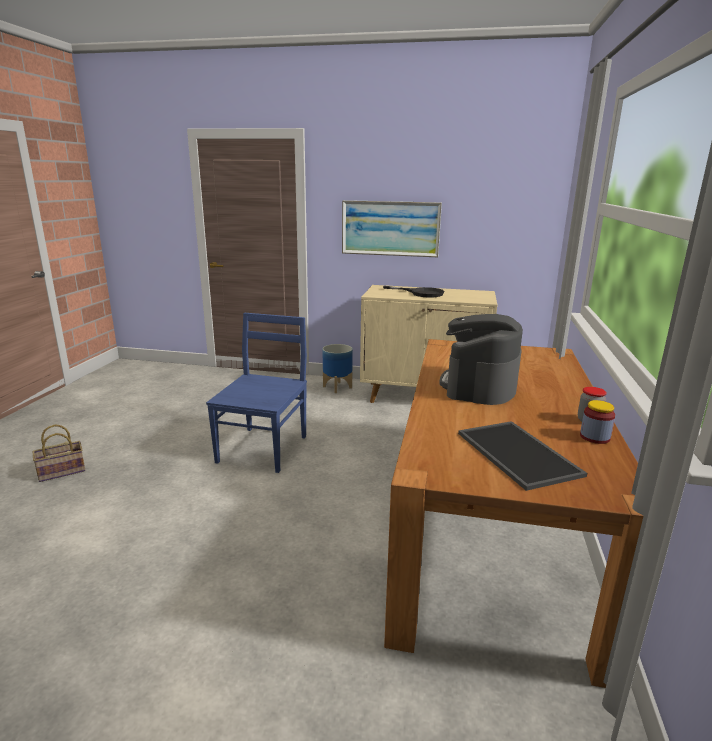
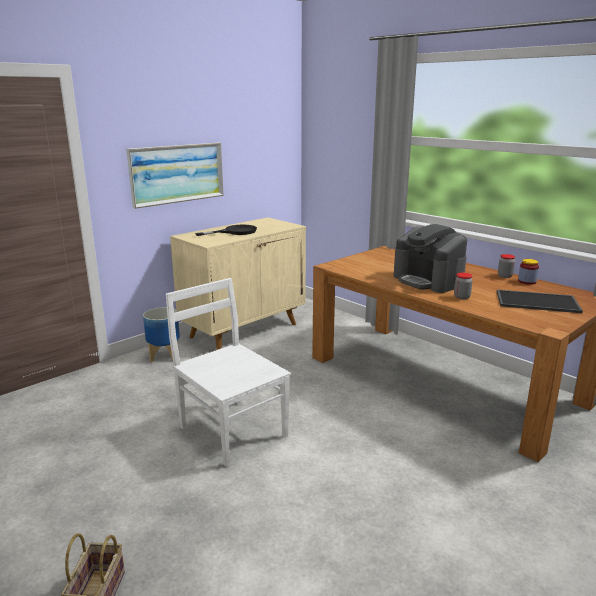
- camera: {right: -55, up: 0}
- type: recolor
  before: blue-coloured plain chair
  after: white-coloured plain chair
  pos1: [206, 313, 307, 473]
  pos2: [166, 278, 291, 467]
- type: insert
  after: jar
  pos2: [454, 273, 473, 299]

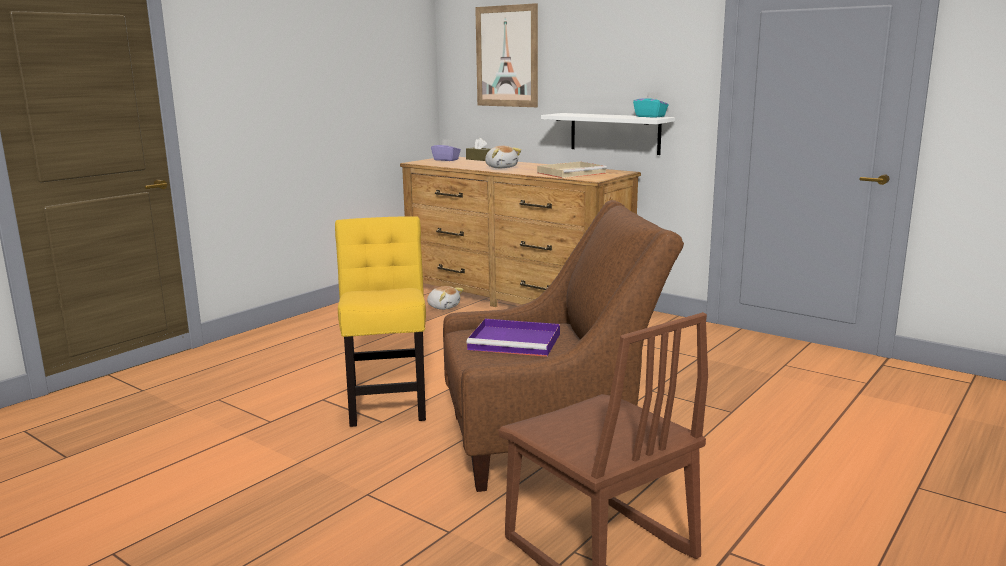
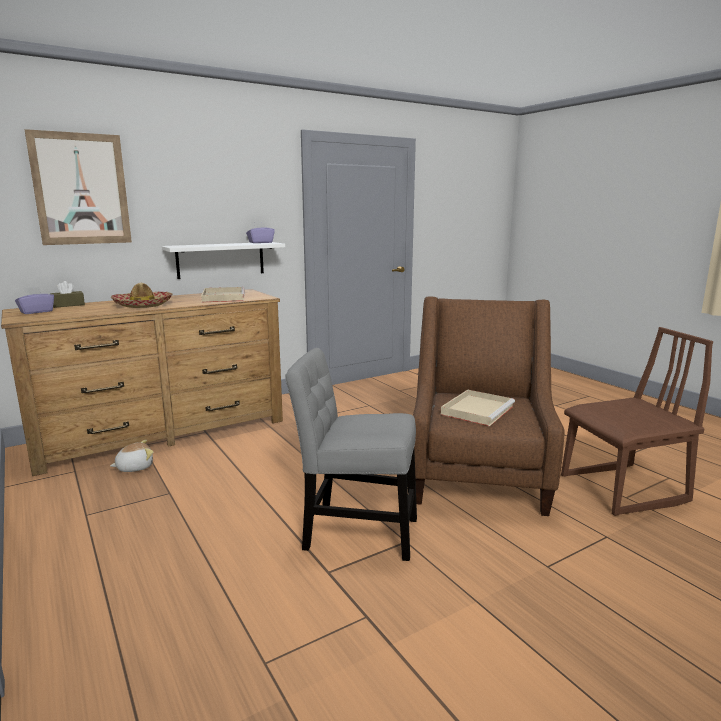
- camera: {right: -70, up: 0}
- type: replace
  before: soft toy
  after: wearable hat
  pos1: [485, 146, 521, 168]
  pos2: [111, 283, 173, 308]
- type: recolor
  before: turquoise-coloured box of tissues
  after: purplish box of tissues
  pos1: [633, 92, 669, 118]
  pos2: [246, 223, 275, 243]
- type: recolor
  before: yellow-coloured plain chair
  after: greyish plain chair
  pos1: [335, 216, 426, 427]
  pos2: [285, 348, 417, 561]
- type: recolor
  before: purplish serving tray
  after: beige-coloured serving tray
  pos1: [467, 319, 560, 357]
  pos2: [441, 390, 515, 426]

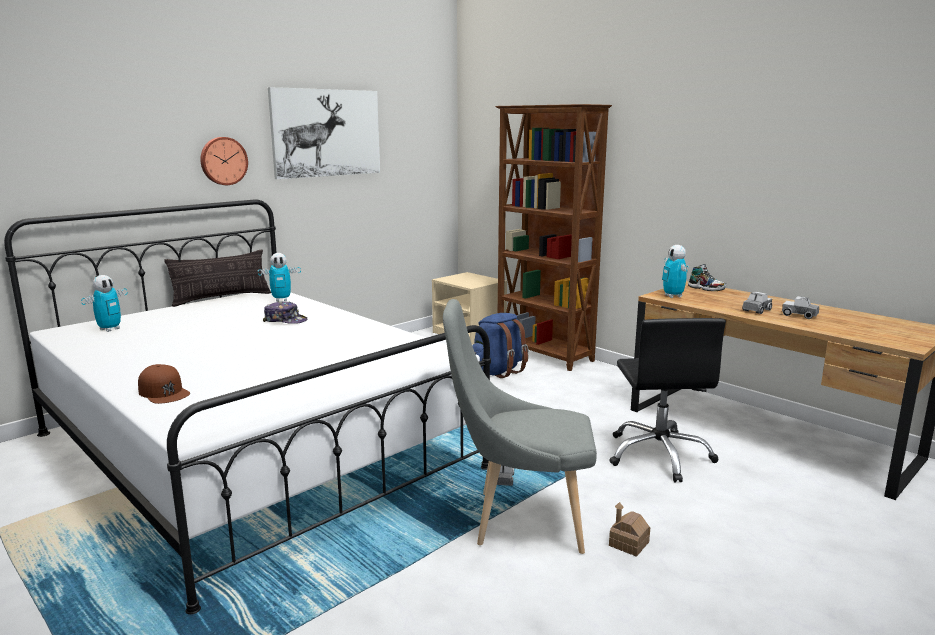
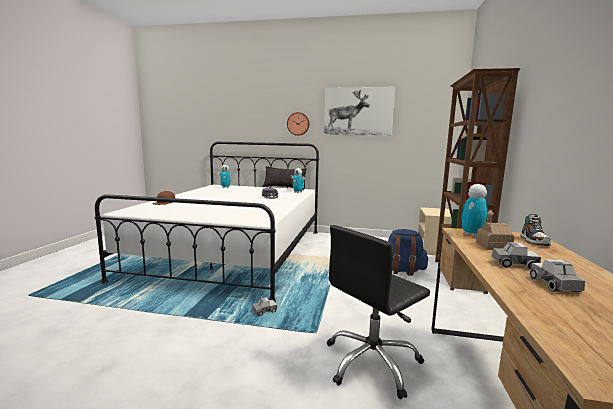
- camera: {right: 55, up: -5}
- type: move
  before: model house
  pos1: [609, 502, 650, 557]
  pos2: [476, 209, 515, 250]
- type: delete
  before: greyish plain chair
  pos1: [443, 299, 597, 554]

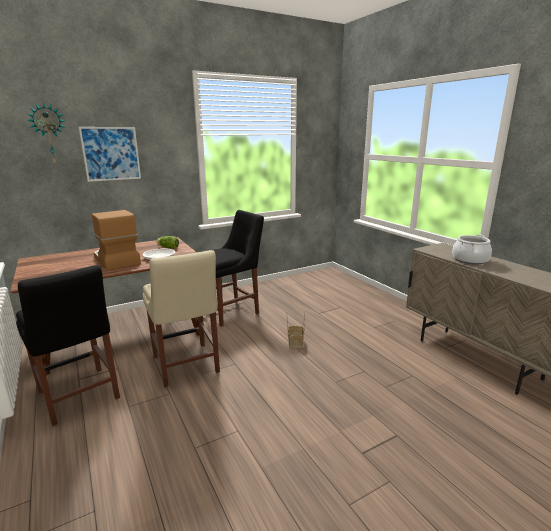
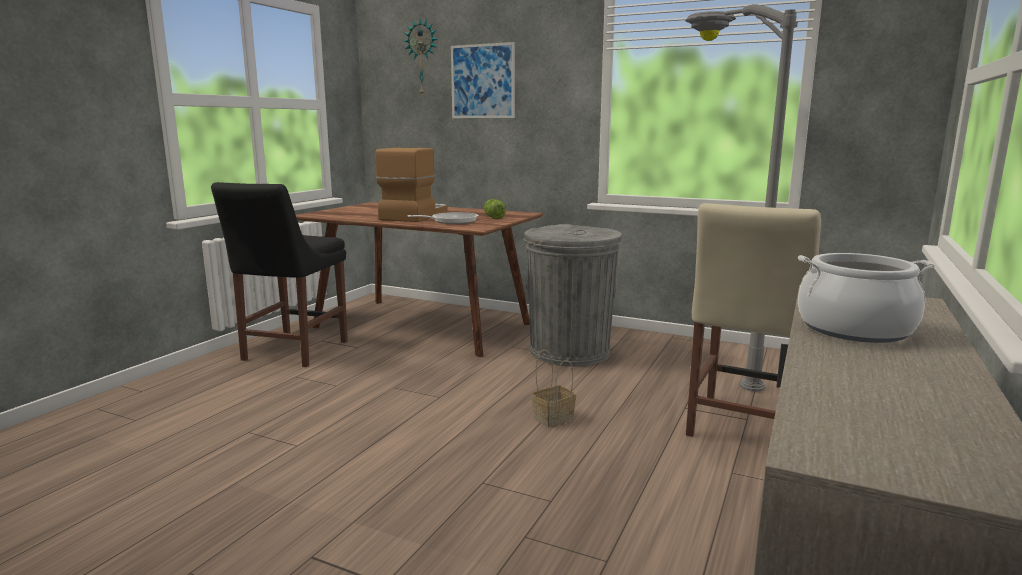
- camera: {right: 55, up: -5}
- type: replace
  before: blackish plain chair
  after: greyish waste bin
  pos1: [201, 210, 264, 327]
  pos2: [524, 224, 622, 367]
- type: insert
  after: greyish floor lamp
  pos2: [685, 4, 798, 392]
- type: move
  before: beige-coloured plain chair
  pos1: [142, 250, 220, 387]
  pos2: [686, 203, 821, 437]

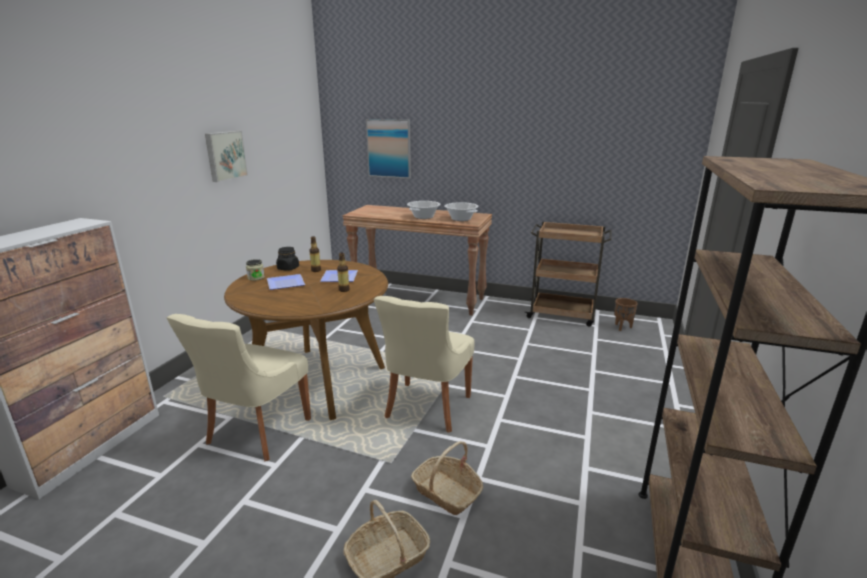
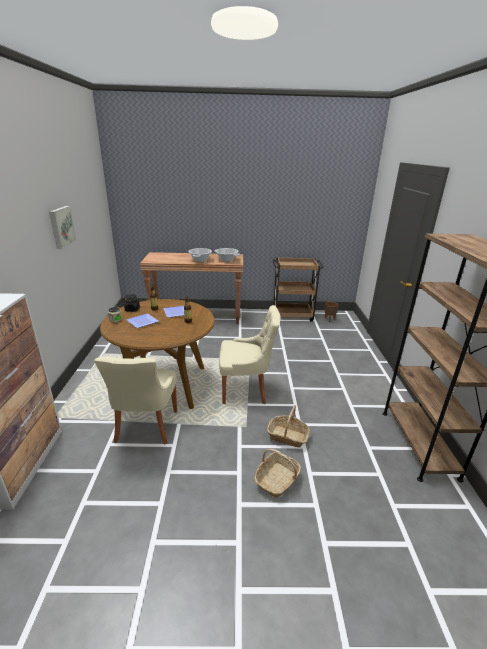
- camera: {right: -20, up: 5}
- type: rotate
  before: beige-coloured plain chair
  pos1: [374, 296, 475, 433]
  pos2: [219, 305, 281, 404]
  turn: -90
- type: delete
  before: wall art
  pos1: [366, 119, 411, 179]

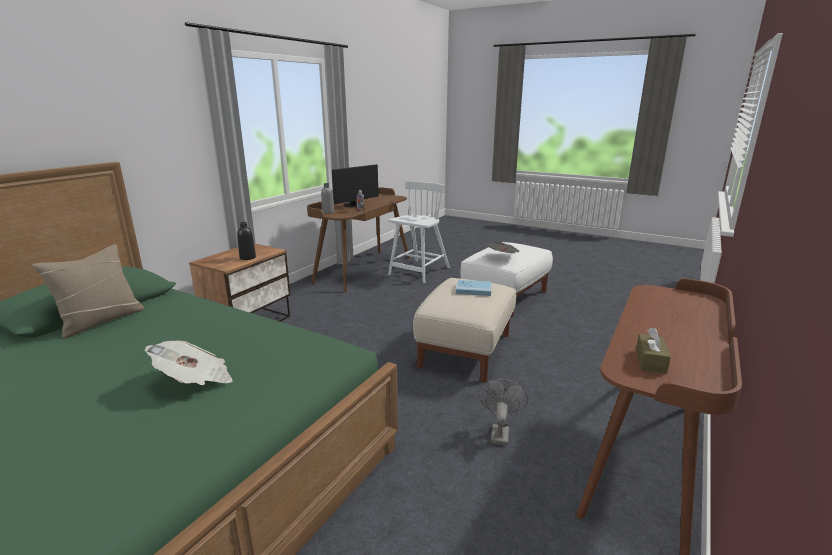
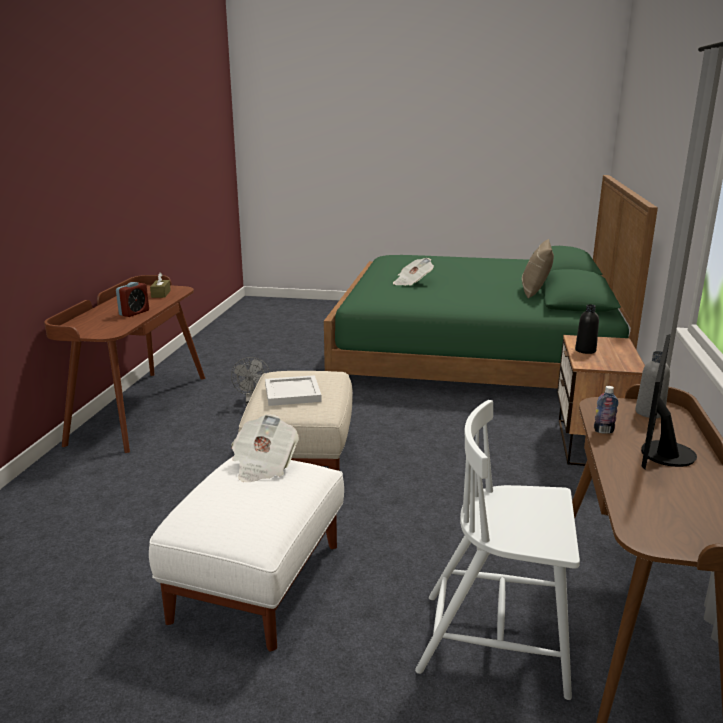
- camera: {right: 160, up: 0}
- type: insert
  after: bedside clock
  pos2: [116, 282, 149, 317]
- type: replace
  before: blue-coloured bound book
  after: white-coloured serving tray
  pos1: [456, 280, 492, 296]
  pos2: [265, 375, 322, 406]
- type: rotate
  before: white-coloured plain chair
  pos1: [388, 181, 450, 283]
  pos2: [415, 400, 580, 700]
  turn: 90

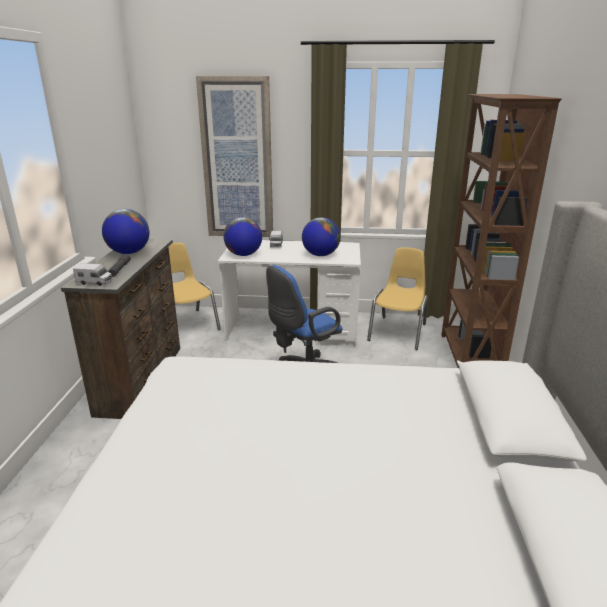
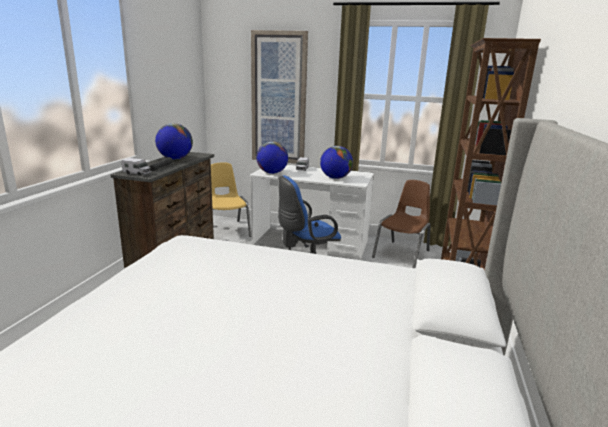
- camera: {right: 10, up: -5}
- type: recolor
  before: yellow-coloured plain chair
  after: brownish plain chair
  pos1: [367, 247, 428, 350]
  pos2: [372, 180, 431, 268]

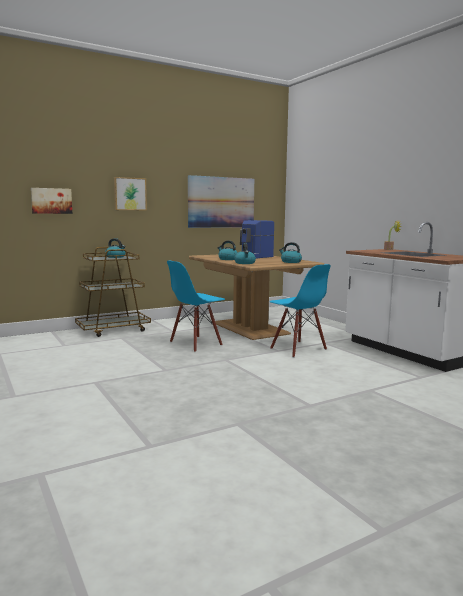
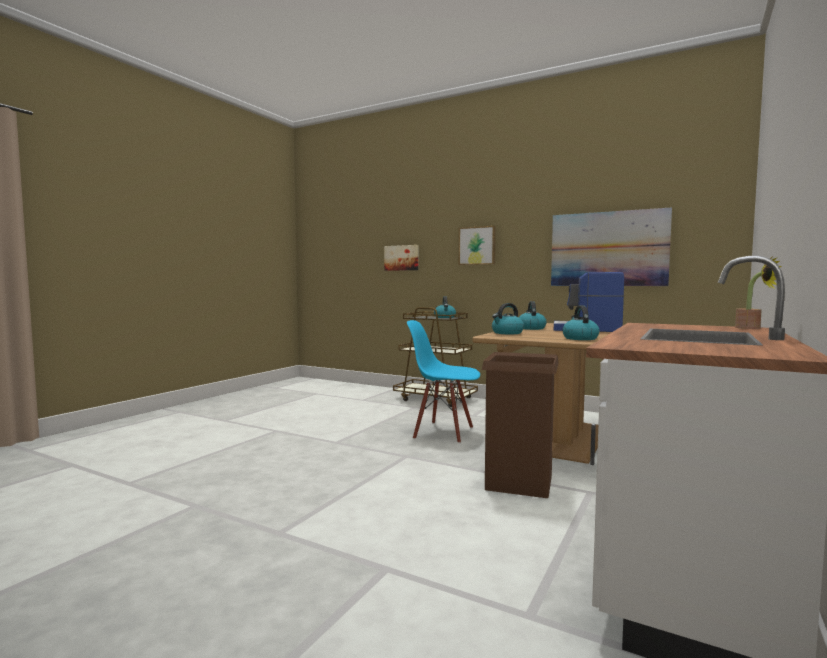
- camera: {right: 60, up: -5}
- type: replace
  before: blue-coloured plain chair
  after: brownish waste bin
  pos1: [270, 264, 331, 358]
  pos2: [482, 352, 559, 498]

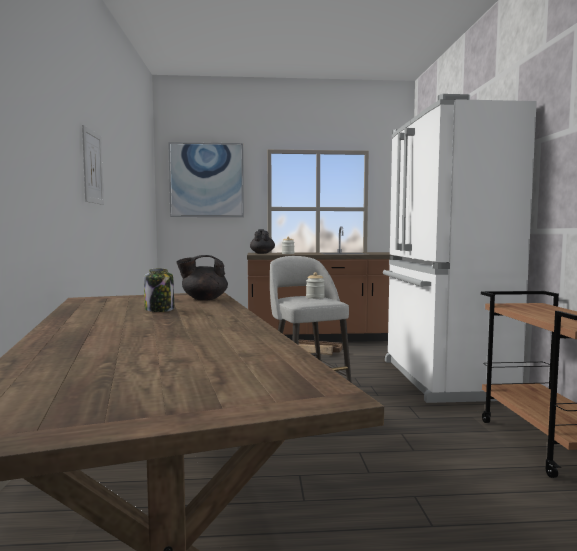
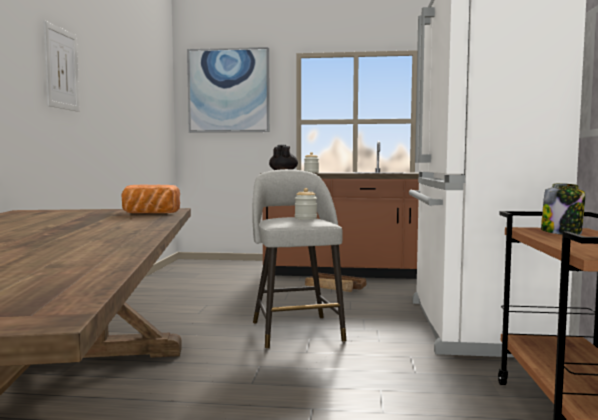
- camera: {right: 10, up: 0}
- type: replace
  before: blackish pot for tea
  after: bread
  pos1: [176, 255, 228, 301]
  pos2: [121, 185, 180, 213]
- type: move
  before: jar
  pos1: [144, 268, 174, 312]
  pos2: [541, 183, 585, 235]

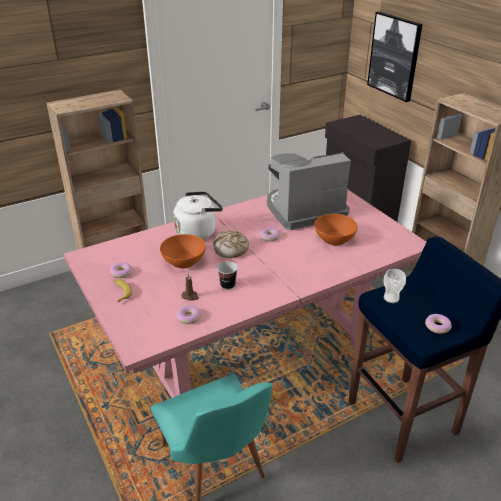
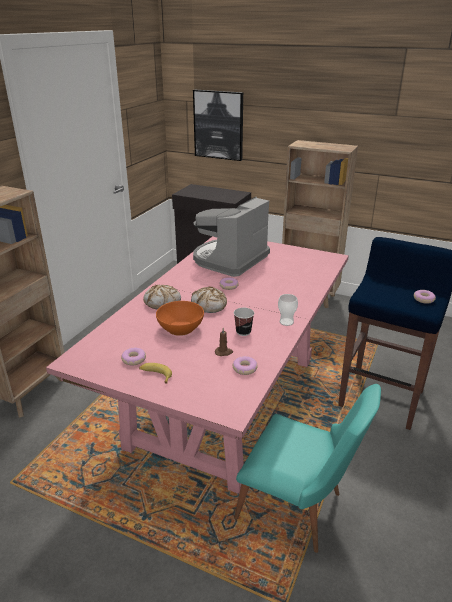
- camera: {right: -35, up: -5}
- type: replace
  before: white-coloured kettle
  after: bread
  pos1: [174, 191, 223, 240]
  pos2: [143, 285, 181, 309]
- type: move
  before: small cup
  pos1: [383, 269, 406, 303]
  pos2: [278, 294, 298, 326]
- type: delete
  before: orange-coloured serving bowl
  pos1: [314, 214, 358, 245]

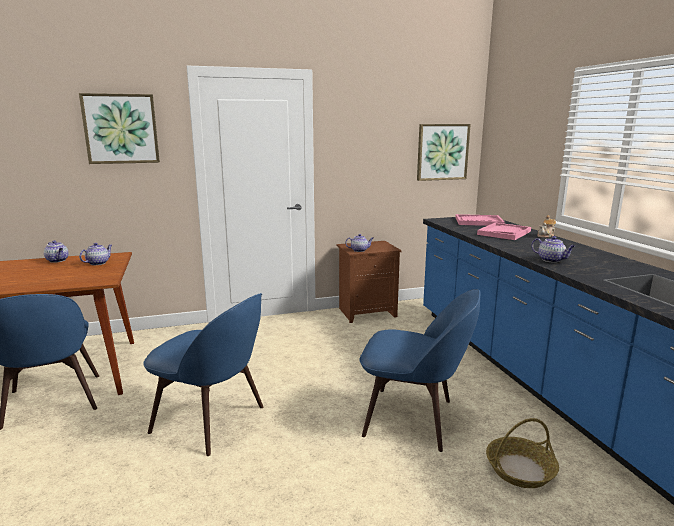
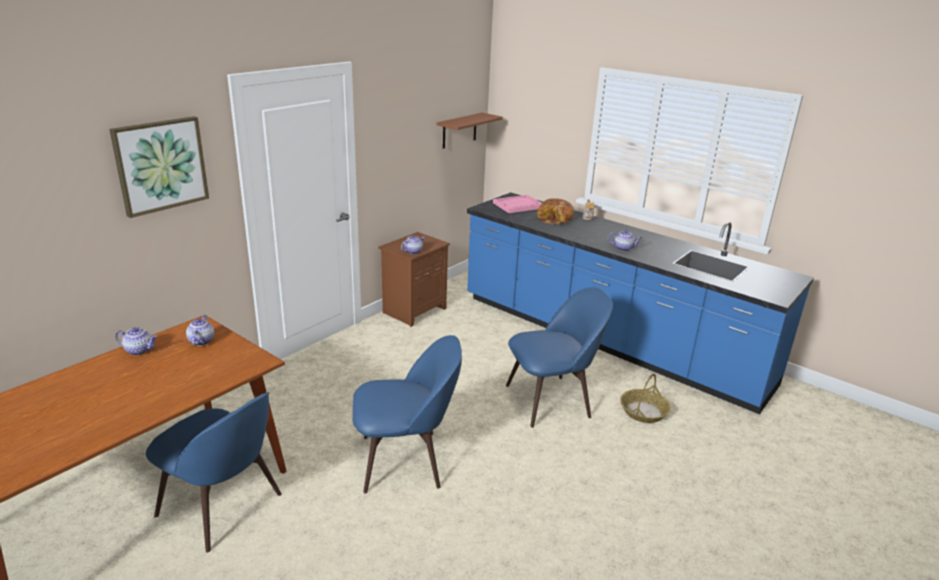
- camera: {right: -35, up: 10}
- type: replace
  before: wall art
  after: brownish shelf
  pos1: [417, 124, 471, 181]
  pos2: [437, 113, 503, 149]
- type: replace
  before: pinkish serving tray
  after: bread
  pos1: [477, 223, 531, 240]
  pos2: [537, 198, 574, 224]

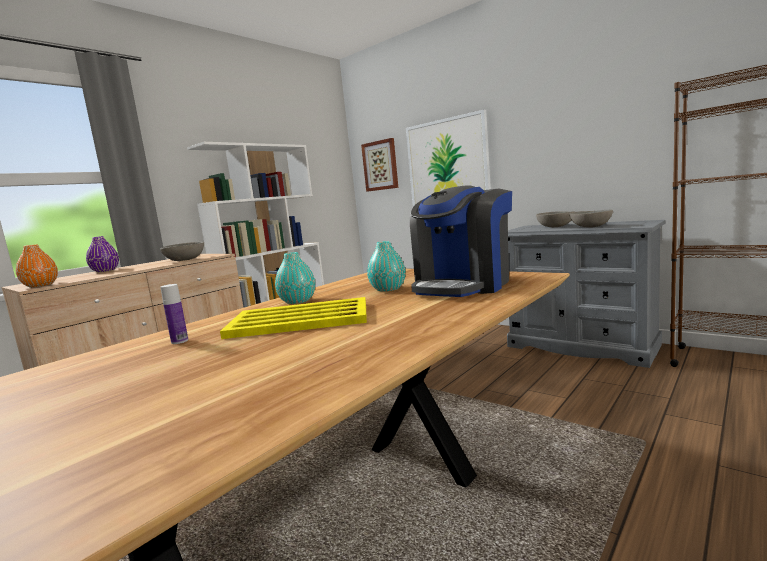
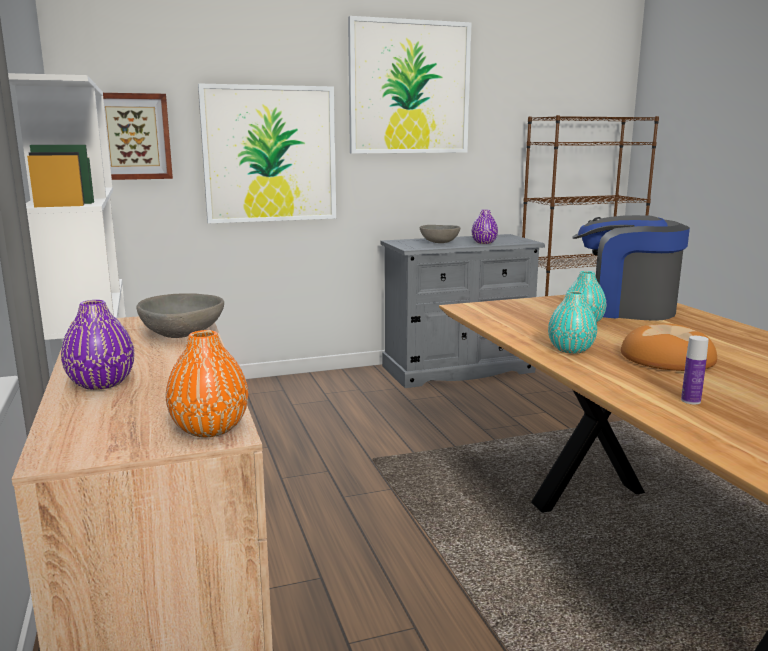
- camera: {right: -60, up: 5}
- type: insert
  after: wall art
  pos2: [348, 16, 472, 154]
- type: replace
  before: greyish serving bowl
  after: purplish decorative vase
  pos1: [569, 209, 613, 228]
  pos2: [472, 210, 498, 244]
- type: rotate
  before: coffee brewer
  pos1: [410, 185, 512, 297]
  pos2: [572, 215, 690, 321]
  turn: 135
- type: replace
  before: yellow-coloured serving tray
  after: bread
  pos1: [220, 297, 367, 339]
  pos2: [621, 323, 717, 371]

